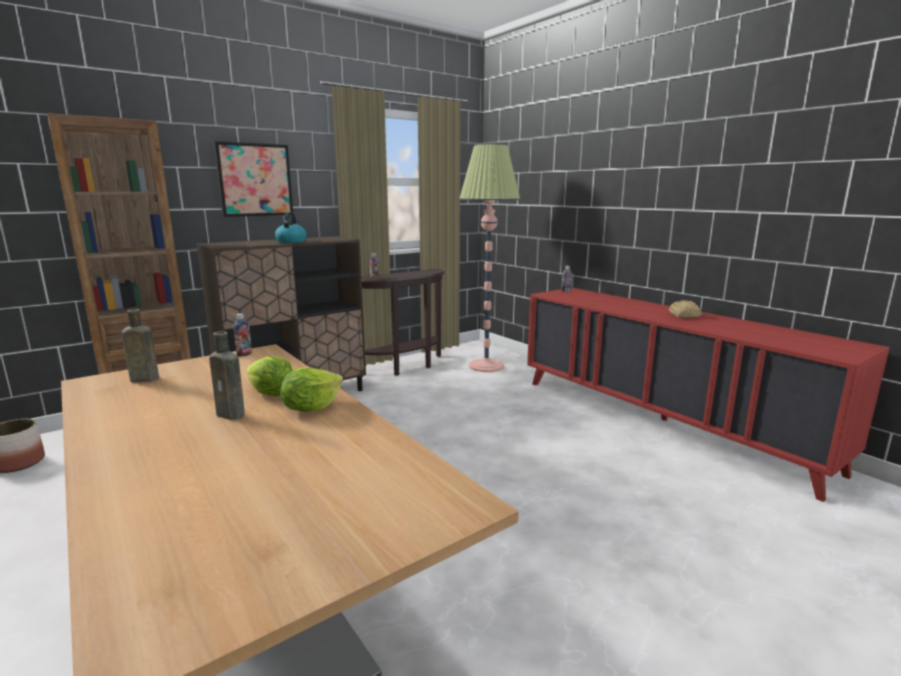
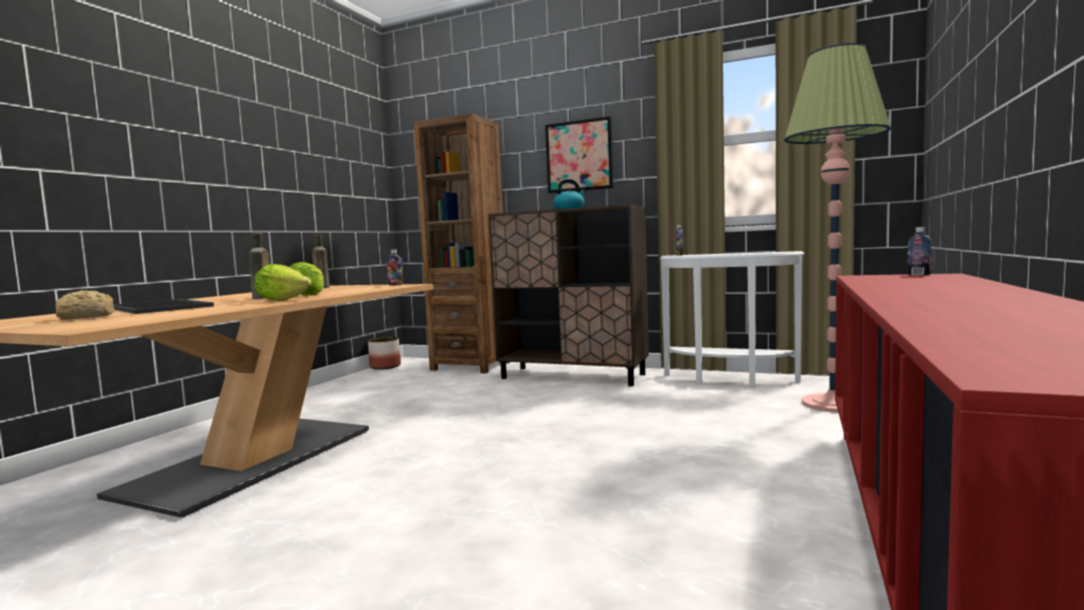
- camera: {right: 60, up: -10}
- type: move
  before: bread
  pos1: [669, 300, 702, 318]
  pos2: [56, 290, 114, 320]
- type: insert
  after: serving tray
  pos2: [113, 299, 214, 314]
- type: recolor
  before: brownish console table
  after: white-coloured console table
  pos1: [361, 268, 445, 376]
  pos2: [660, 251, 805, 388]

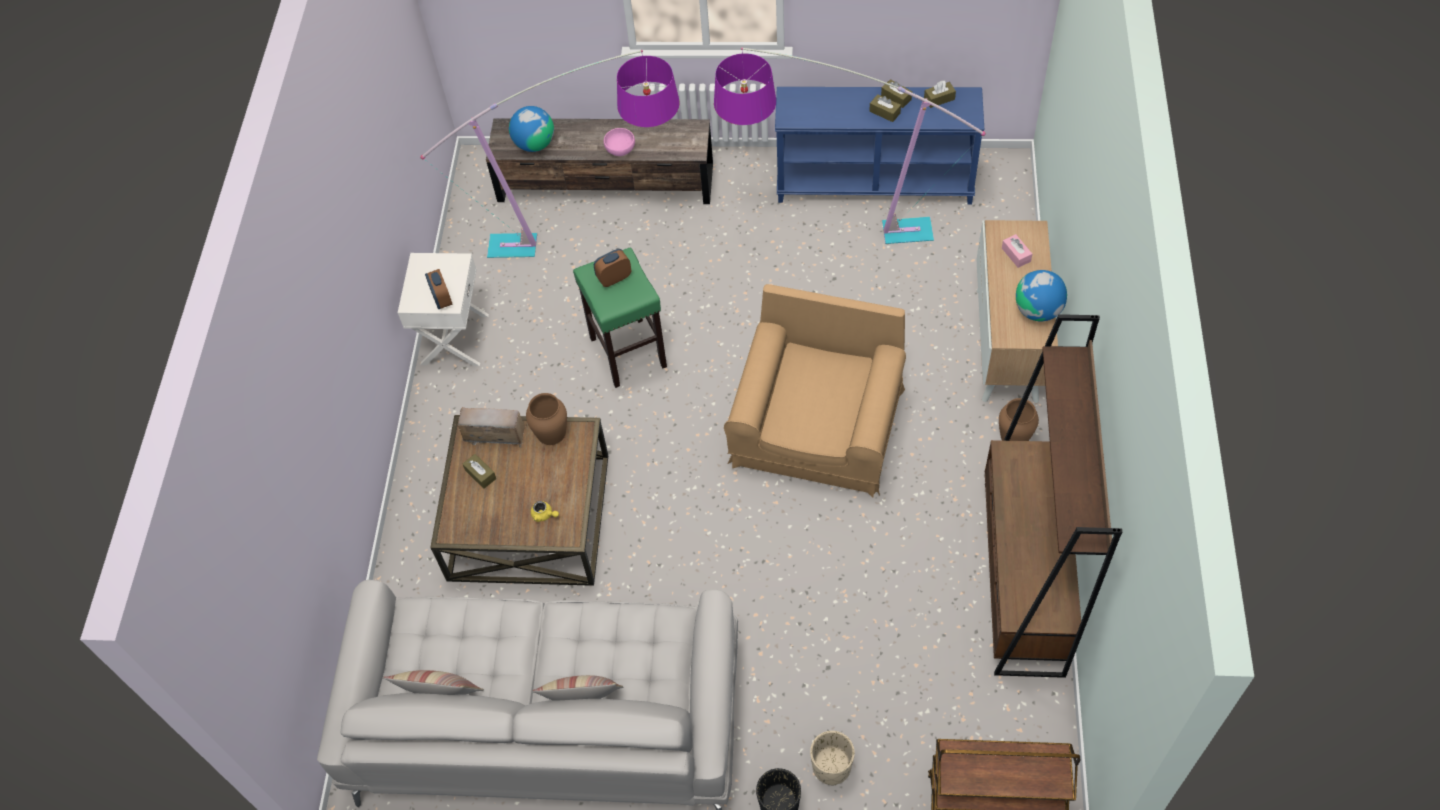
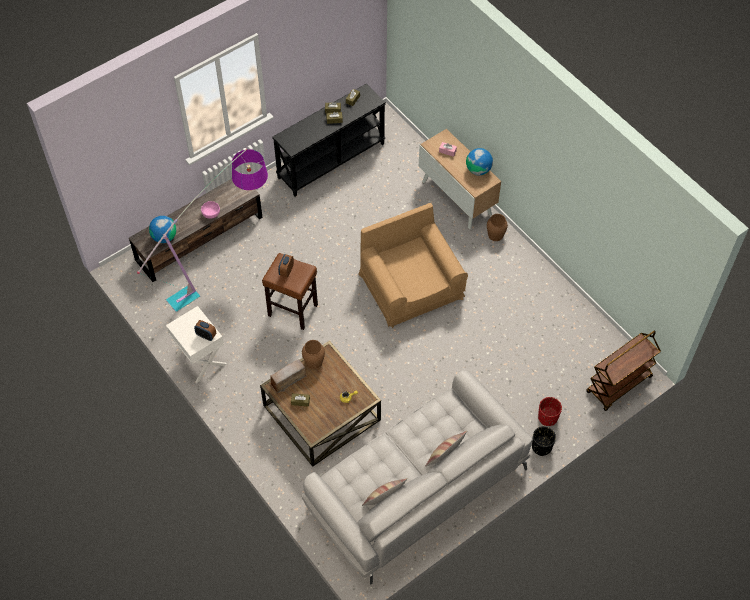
- camera: {right: -45, up: 0}
- type: recolor
  before: greenish stool
  after: brownish stool
  pos1: [573, 248, 667, 388]
  pos2: [262, 253, 318, 330]
- type: recolor
  before: blue-coloured console table
  after: blackish console table
  pos1: [775, 87, 985, 205]
  pos2: [272, 84, 386, 197]
- type: recolor
  before: beige-coloured flower pot
  after: red flower pot
  pos1: [810, 731, 855, 785]
  pos2: [538, 397, 562, 426]
- type: delete
  before: floor lamp
  pos1: [714, 47, 986, 244]
- type: delete
  before: brownish bookshelf
  pos1: [985, 314, 1122, 678]

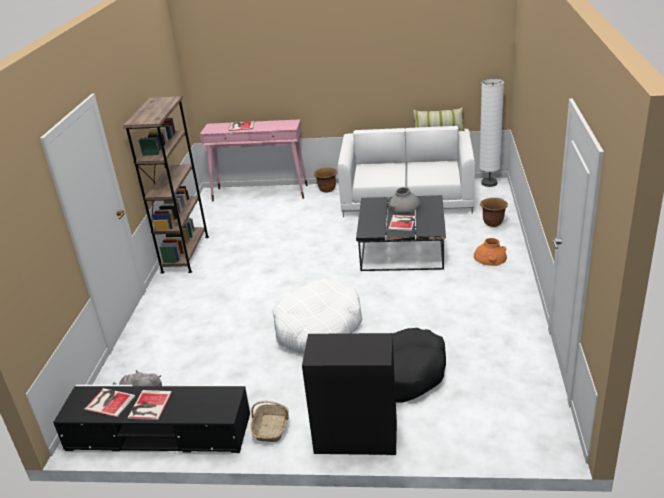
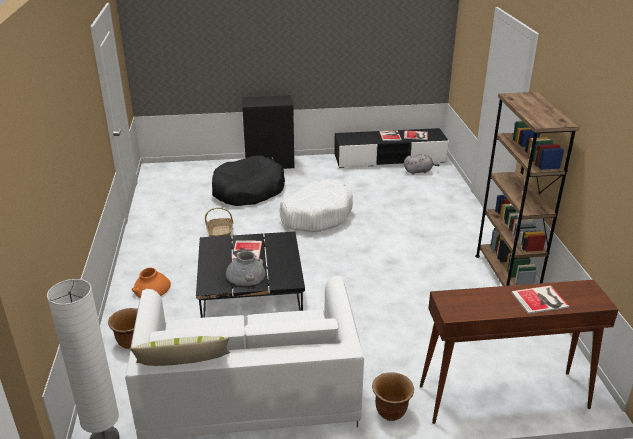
- camera: {right: 165, up: 0}
- type: move
  before: basket
  pos1: [251, 401, 289, 442]
  pos2: [205, 208, 233, 237]
- type: recolor
  before: pinkish console table
  after: brownish console table
  pos1: [200, 119, 308, 202]
  pos2: [420, 280, 618, 424]

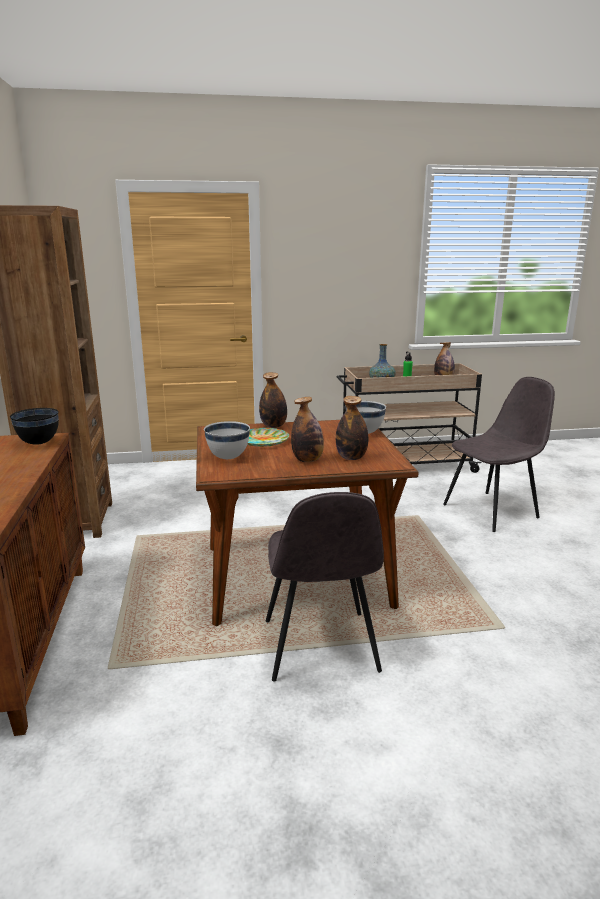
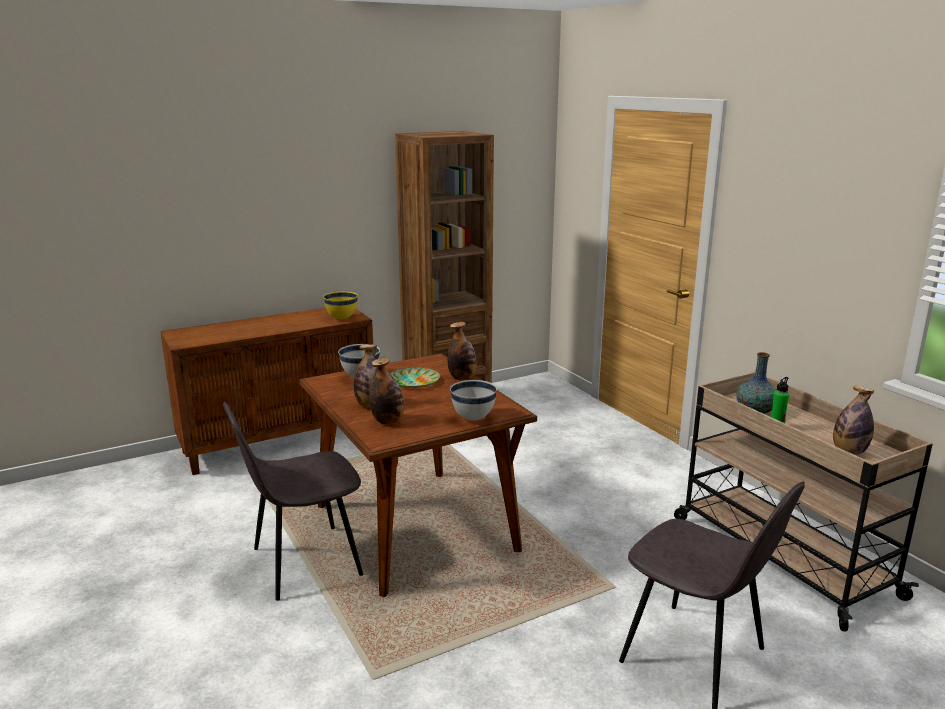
- camera: {right: 70, up: 0}
- type: recolor
  before: blackish serving bowl
  after: yellow-coloured serving bowl
  pos1: [10, 408, 59, 445]
  pos2: [323, 291, 358, 319]

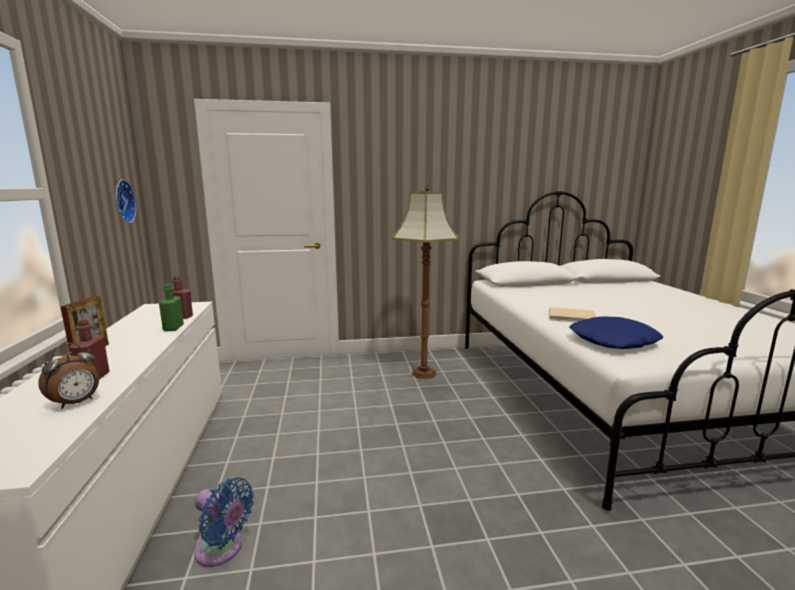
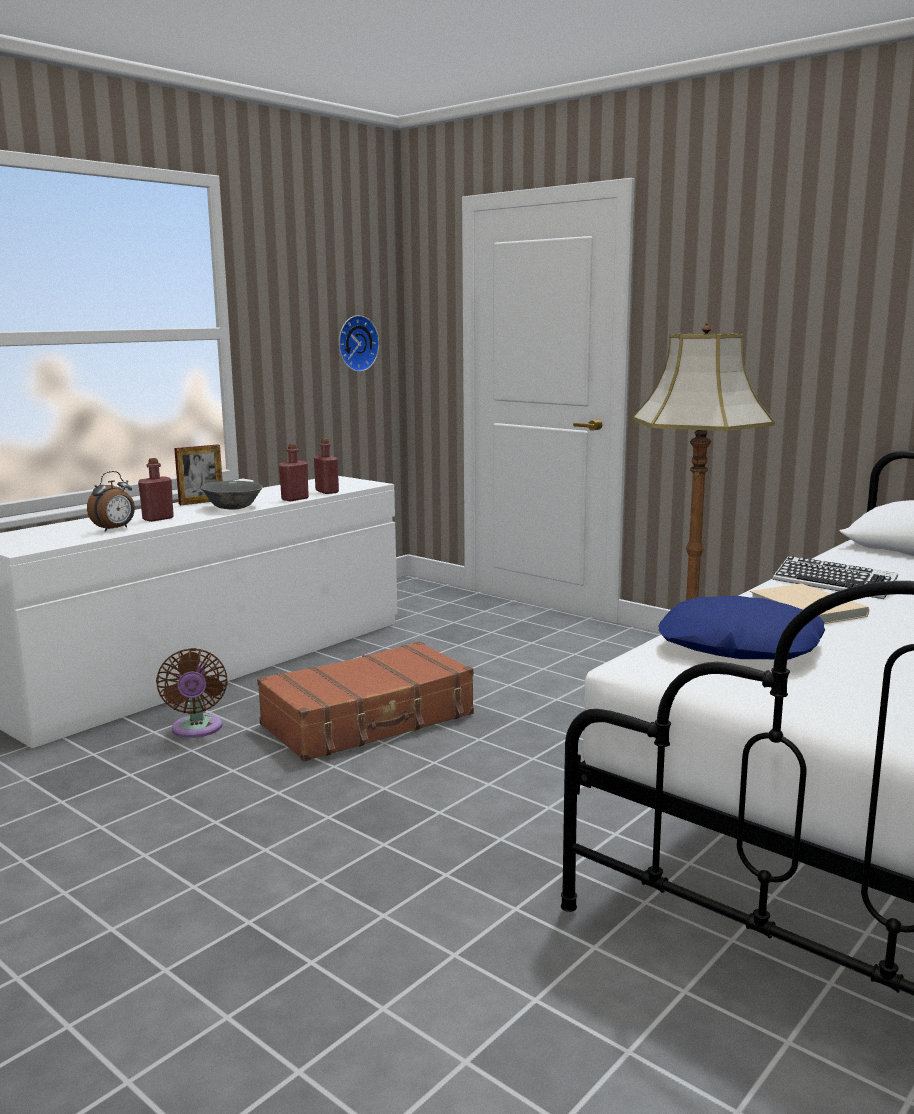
- camera: {right: 50, up: 0}
- type: rotate
  before: bedside clock
  pos1: [38, 343, 99, 409]
  pos2: [87, 471, 135, 532]
  turn: -45
- type: recolor
  before: blue-coloured cooling fan
  after: brownish cooling fan
  pos1: [194, 478, 254, 567]
  pos2: [156, 648, 228, 738]
- type: insert
  after: greyish serving bowl
  pos2: [201, 481, 263, 509]
- type: insert
  after: brownish travel case
  pos2: [257, 641, 474, 762]
- type: recolor
  before: greenish beverage bottle
  after: red beverage bottle
  pos1: [159, 284, 184, 331]
  pos2: [279, 444, 309, 501]
- type: insert
  after: keyboard
  pos2: [773, 556, 898, 599]

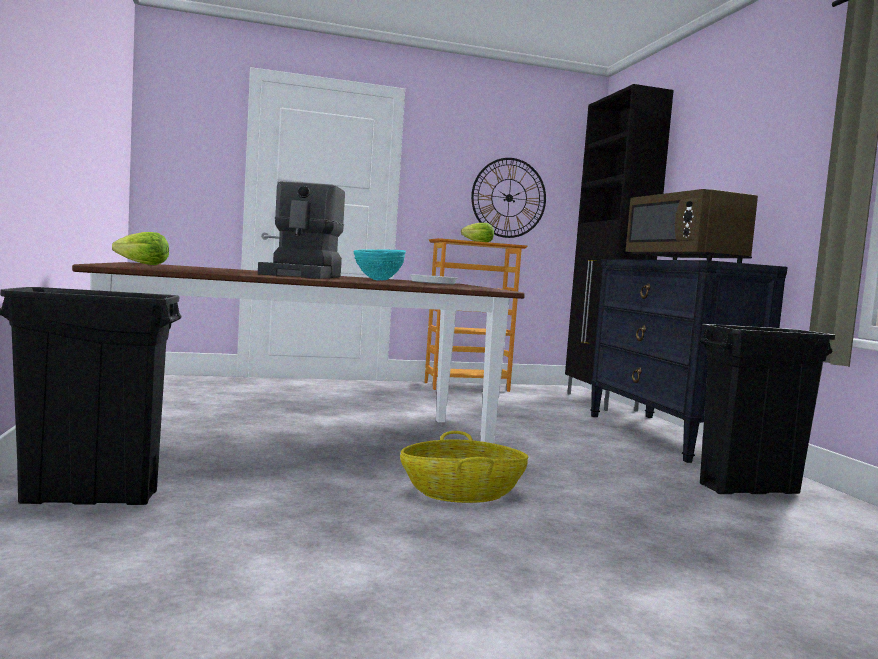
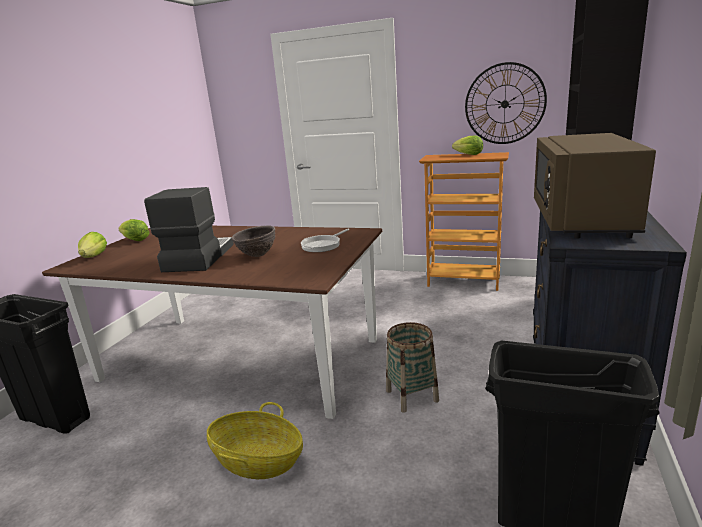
- camera: {right: 35, up: 15}
- type: insert
  after: lettuce
  pos2: [78, 232, 107, 258]
- type: rotate
  before: coffee brewer
  pos1: [258, 181, 345, 279]
  pos2: [144, 187, 234, 272]
  turn: 150
- type: recolor
  before: turquoise-coloured serving bowl
  after: brownish serving bowl
  pos1: [353, 250, 406, 281]
  pos2: [231, 226, 275, 257]
- type: insert
  after: basket
  pos2: [386, 322, 439, 413]

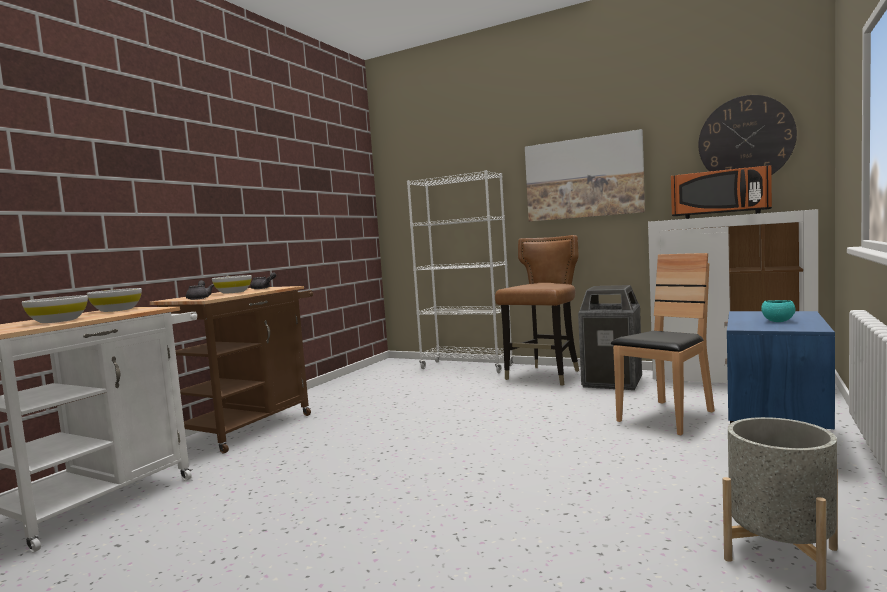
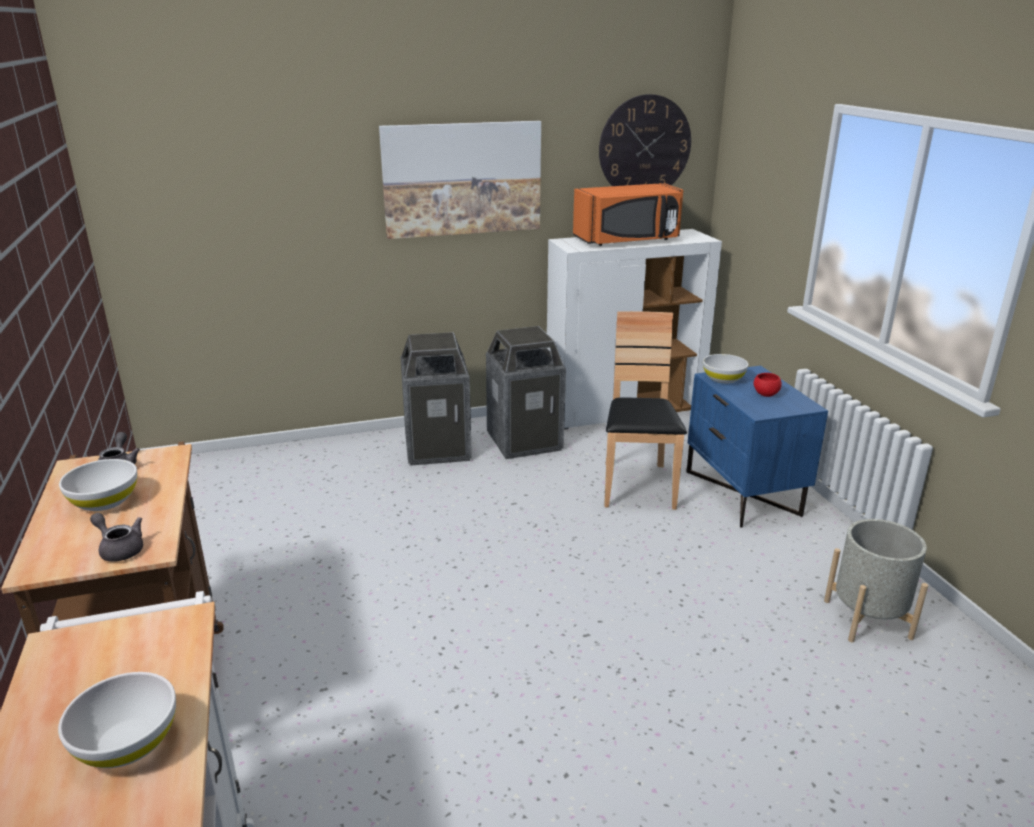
- camera: {right: -45, up: 20}
- type: replace
  before: brownish plain chair
  after: waste bin
  pos1: [495, 235, 579, 385]
  pos2: [401, 332, 472, 466]
- type: move
  before: white-coloured serving bowl
  pos1: [87, 288, 142, 312]
  pos2: [703, 354, 748, 384]
- type: recolor
  before: turquoise-coloured serving bowl
  after: red serving bowl
  pos1: [761, 300, 795, 322]
  pos2: [754, 373, 782, 397]
- type: delete
  before: white-coloured bookshelf
  pos1: [407, 170, 514, 373]

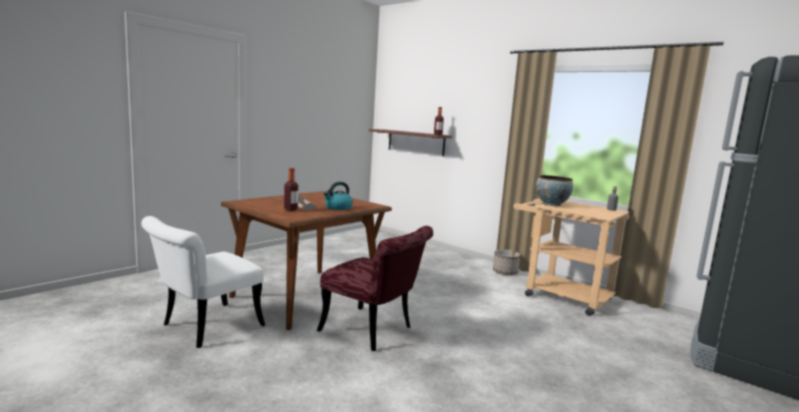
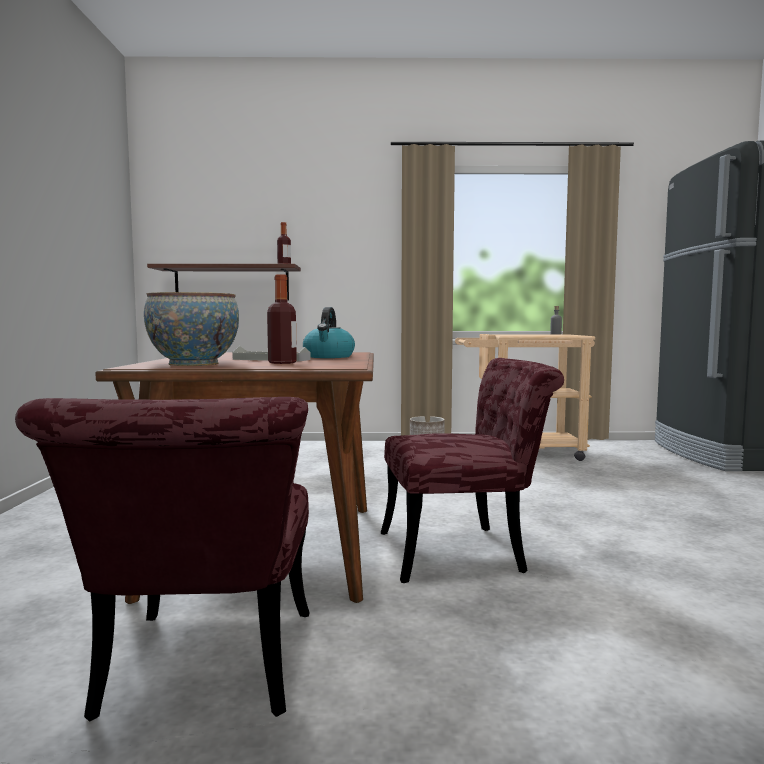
- camera: {right: -40, up: -5}
- type: recolor
  before: white-coloured plain chair
  after: red plain chair
  pos1: [141, 216, 265, 348]
  pos2: [15, 397, 310, 722]
- type: move
  before: serving bowl
  pos1: [536, 175, 573, 206]
  pos2: [144, 292, 239, 366]

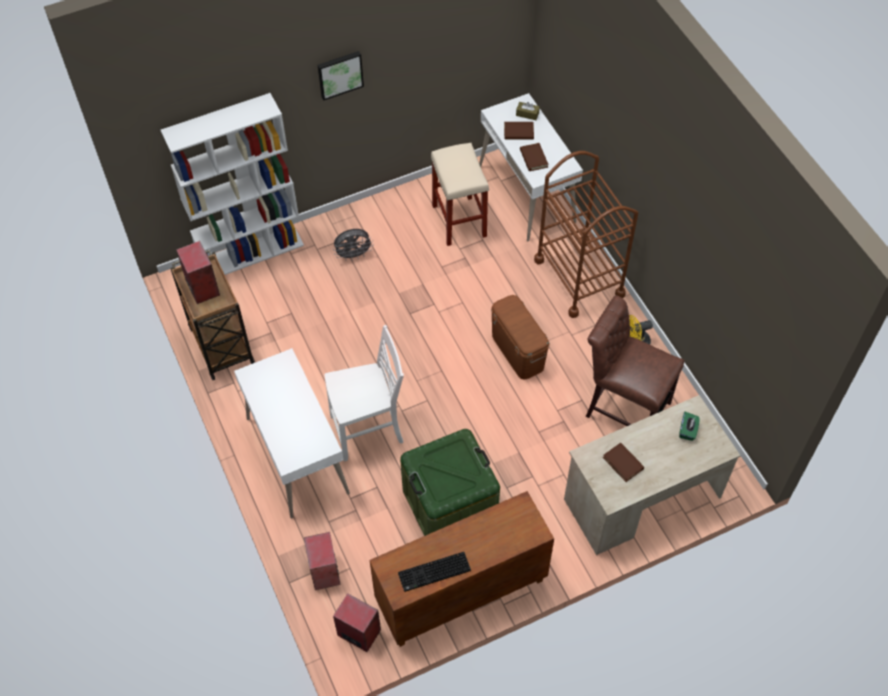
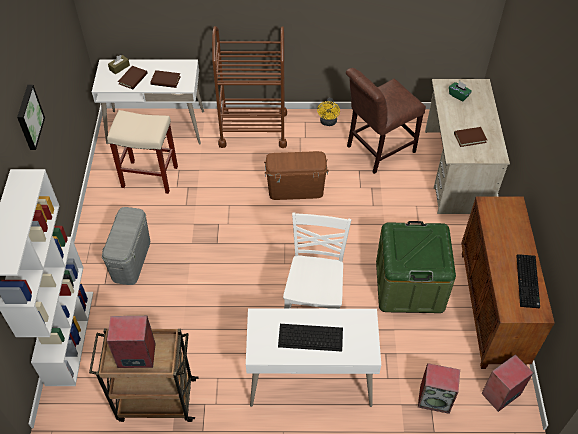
- camera: {right: -65, up: -5}
- type: replace
  before: greyish cooling fan
  after: greyish storage container
  pos1: [333, 229, 374, 260]
  pos2: [102, 207, 150, 285]
- type: insert
  after: keyboard
  pos2: [278, 324, 343, 352]

